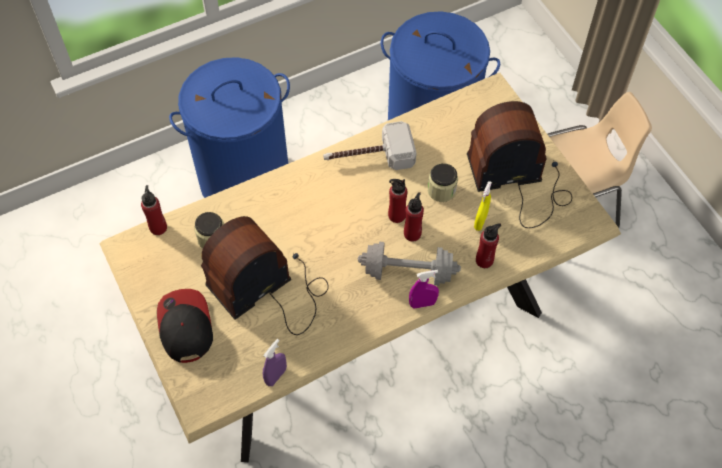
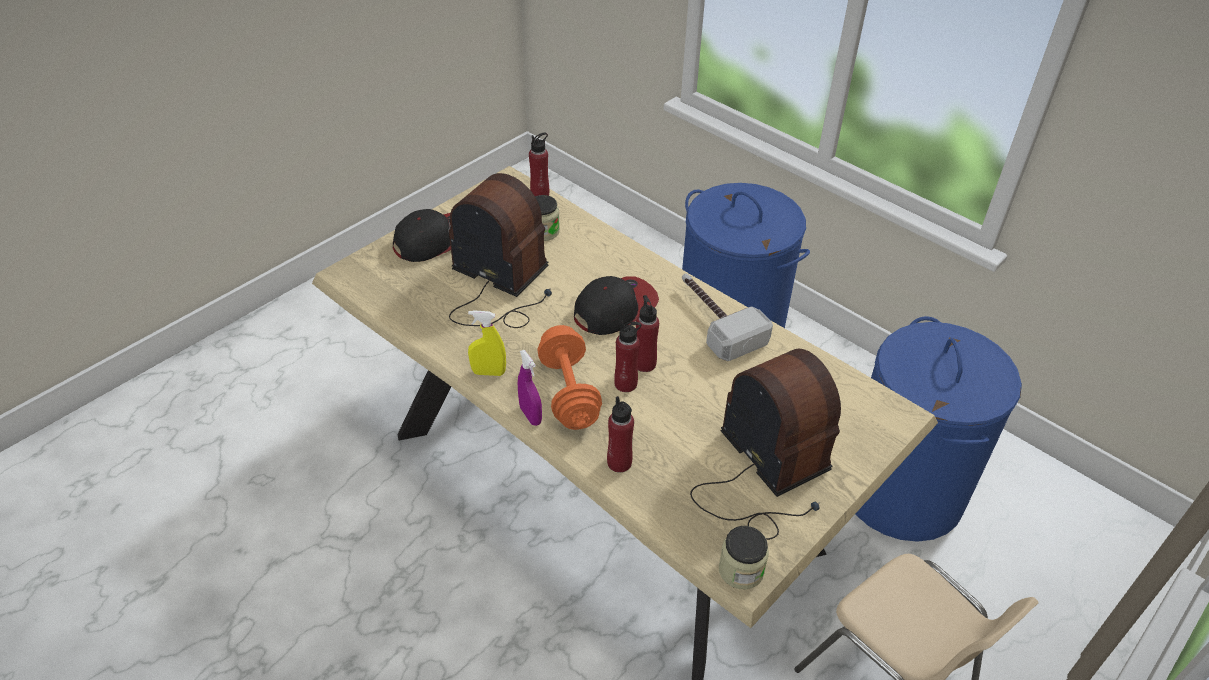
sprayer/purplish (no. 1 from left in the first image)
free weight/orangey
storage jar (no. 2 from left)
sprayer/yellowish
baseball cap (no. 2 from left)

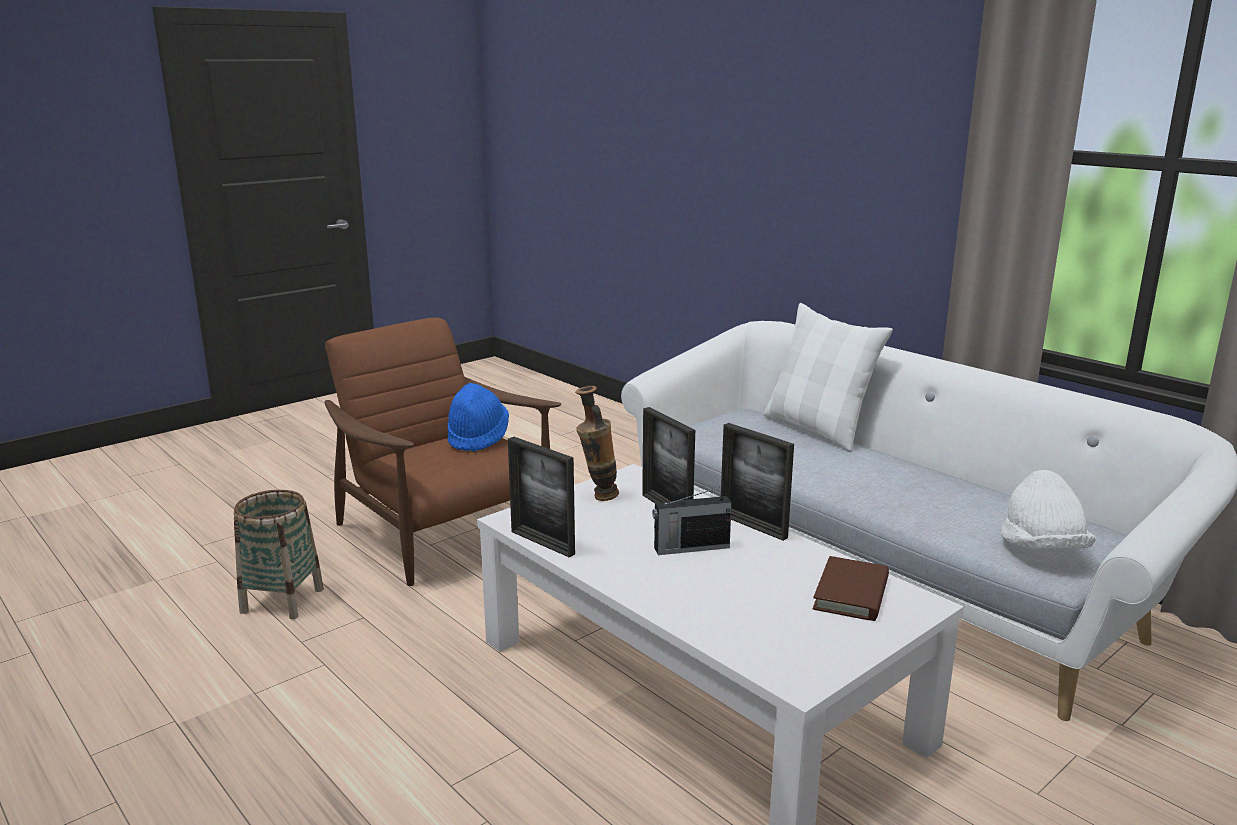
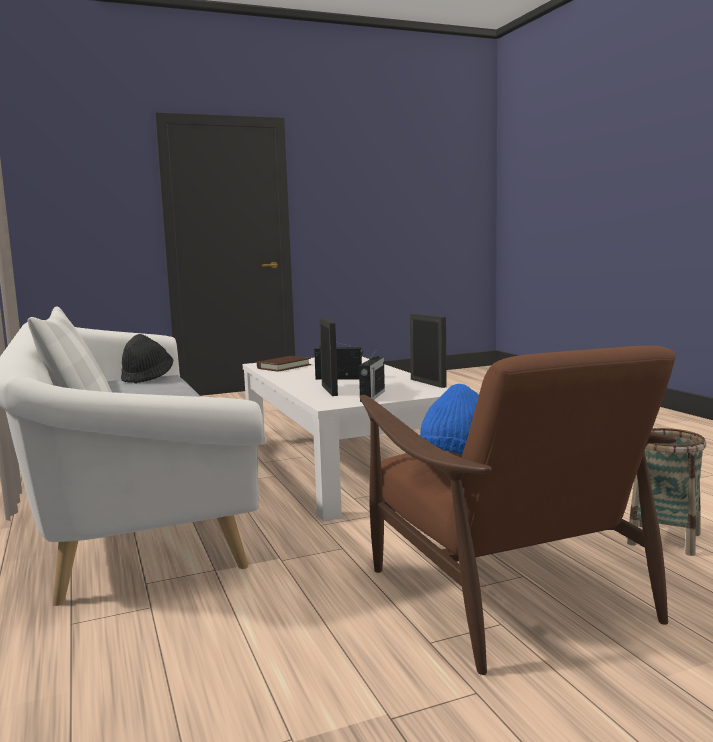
radio receiver (no. 2 from left)
photo frame (no. 3 from left in the first image)
hat/black-coloured

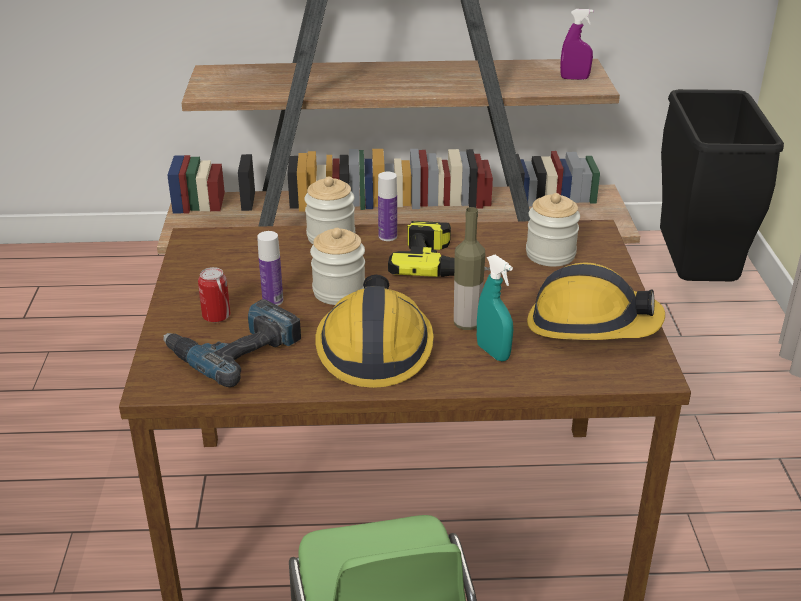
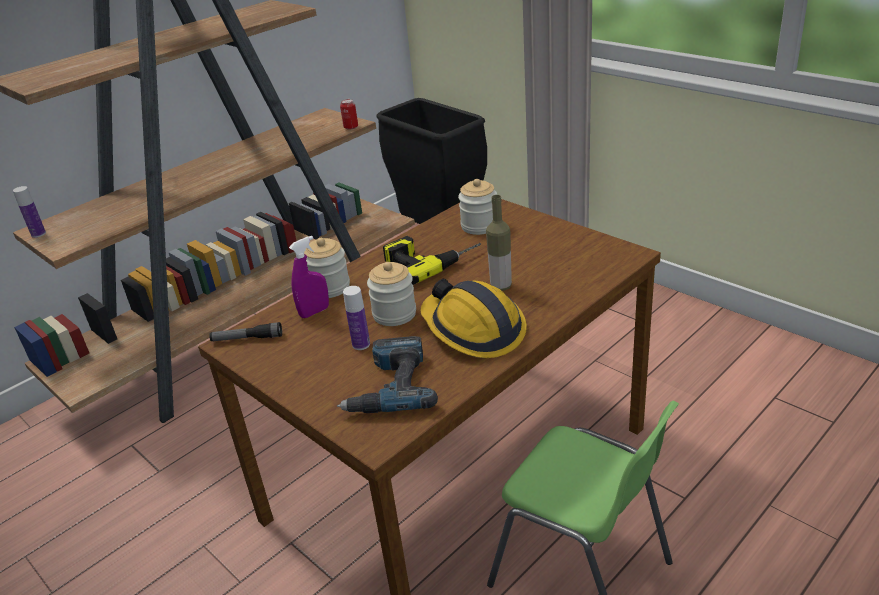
can
bottle (no. 1 from left)
sprayer/turquoise
safety helmet (no. 2 from left in the first image)
sprayer/purplish
torch

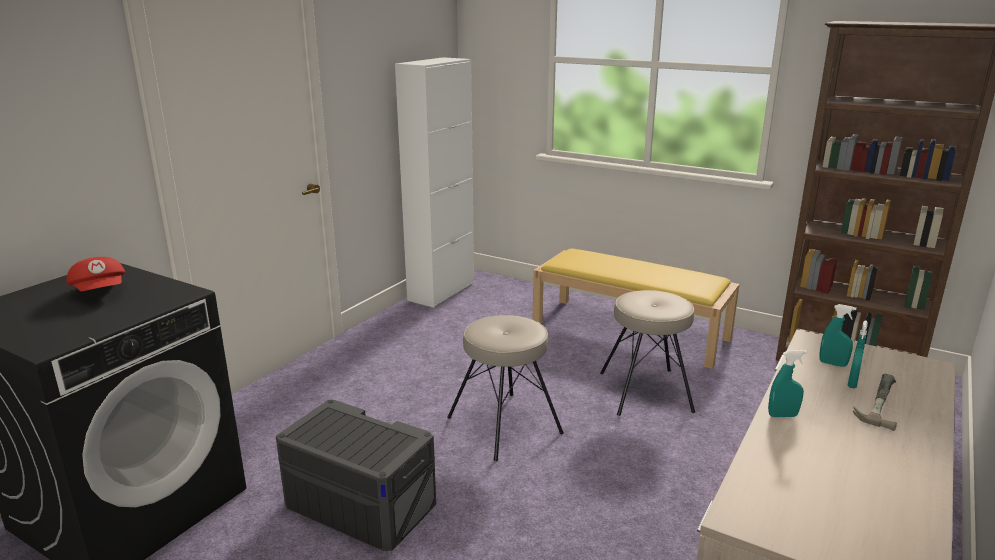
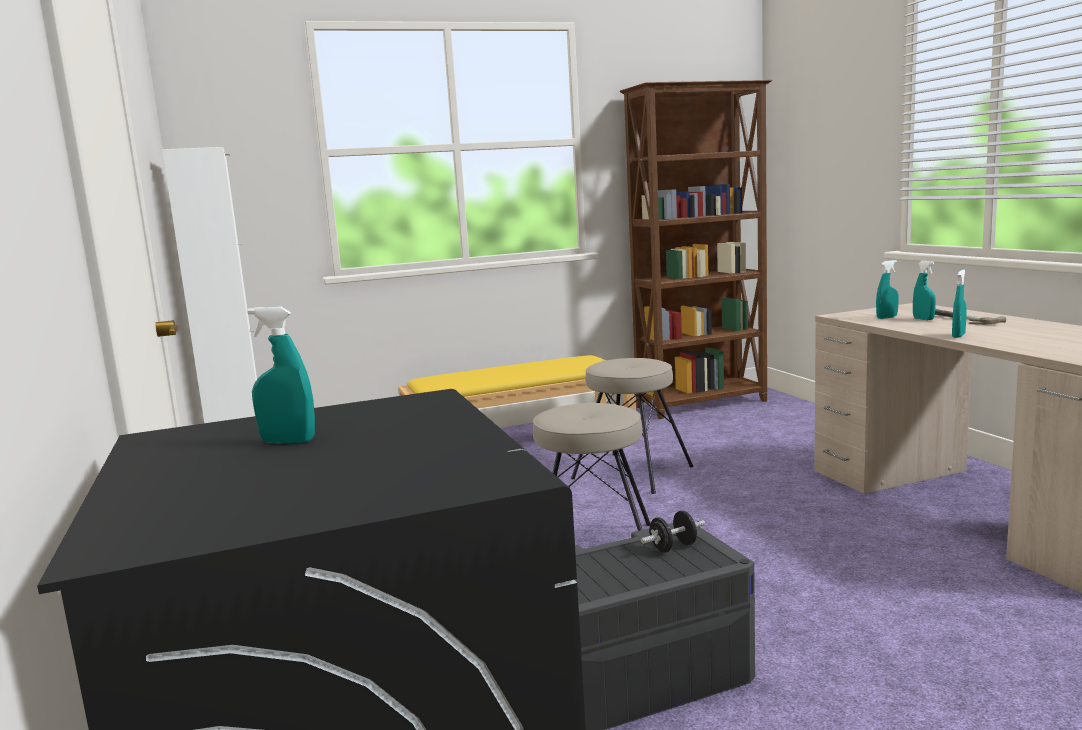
sprayer/turquoise (no. 1 from left)
free weight/black-coloured

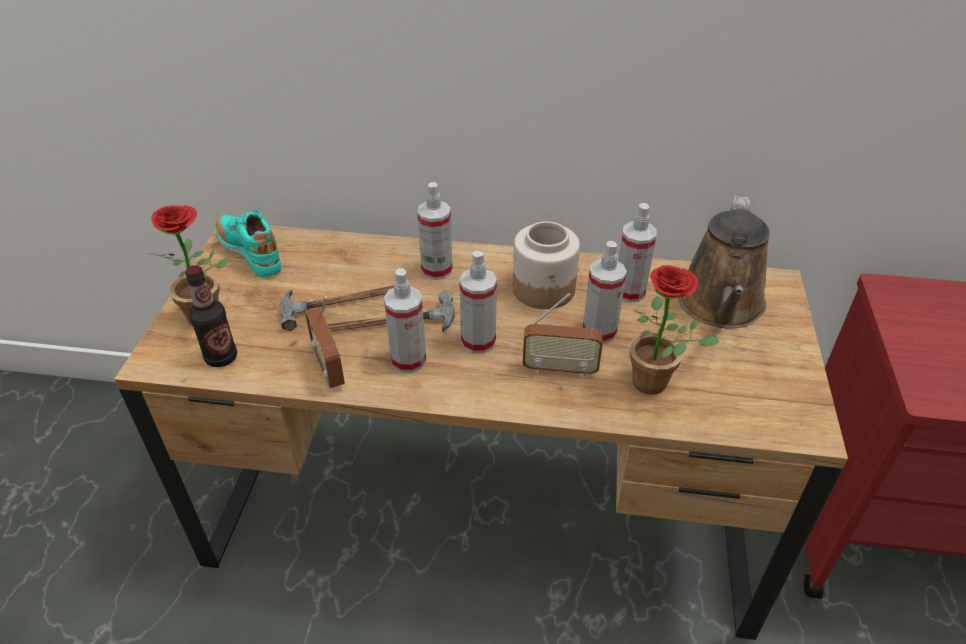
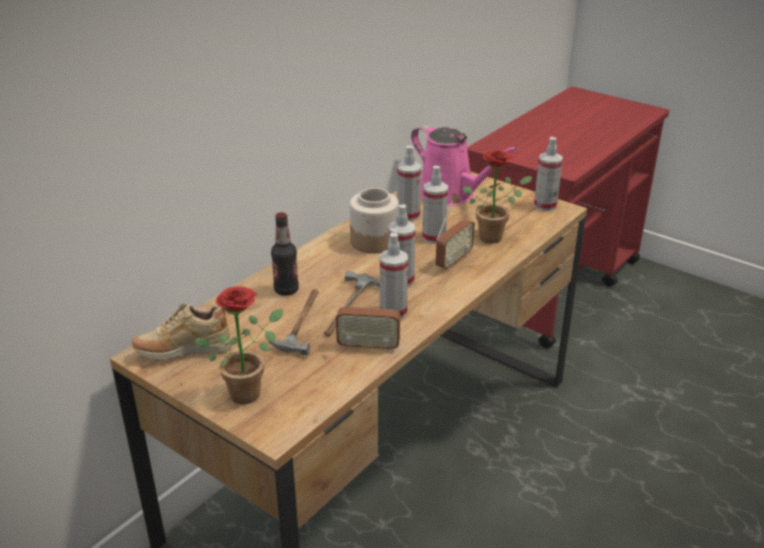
bottle
low shoe/beige
sprayer (no. 5 from left)
watering can/pink

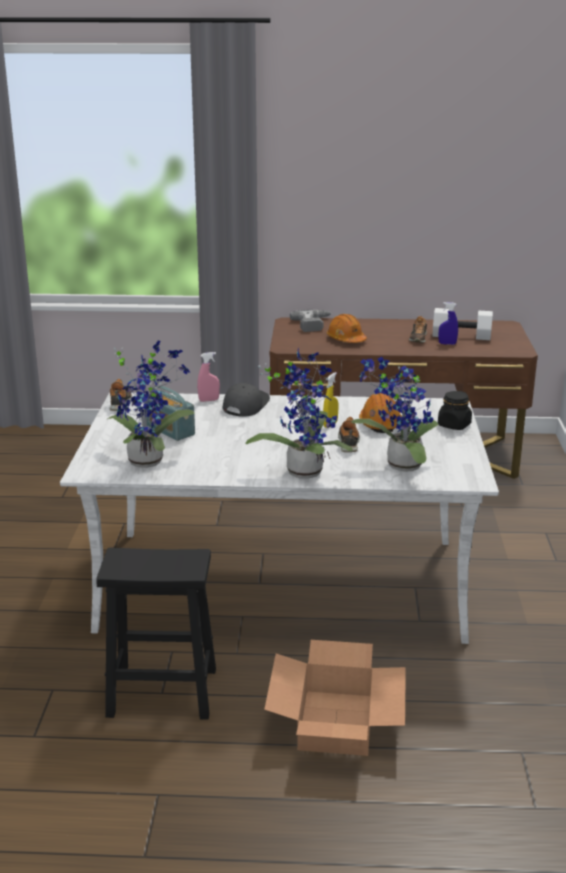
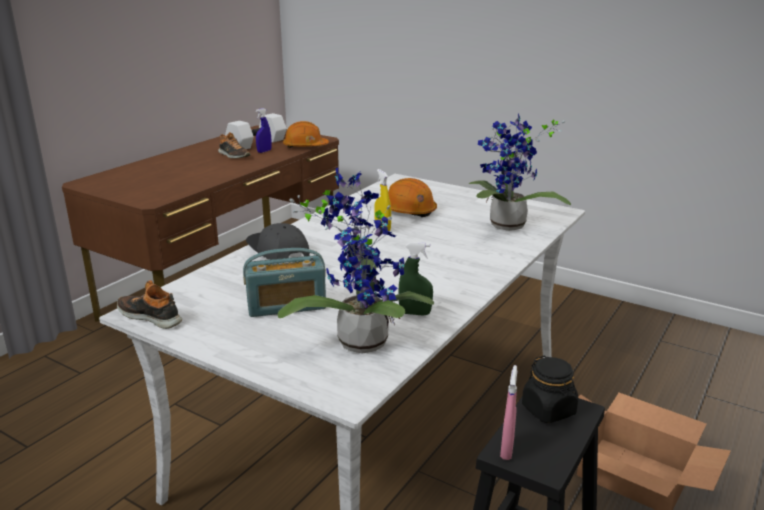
sprayer/pink
potted plant (no. 2 from left in the first image)
electric drill
safety helmet/orangey (no. 1 from left)
low shoe (no. 2 from left in the first image)
storage jar/black-coloured
sprayer/green

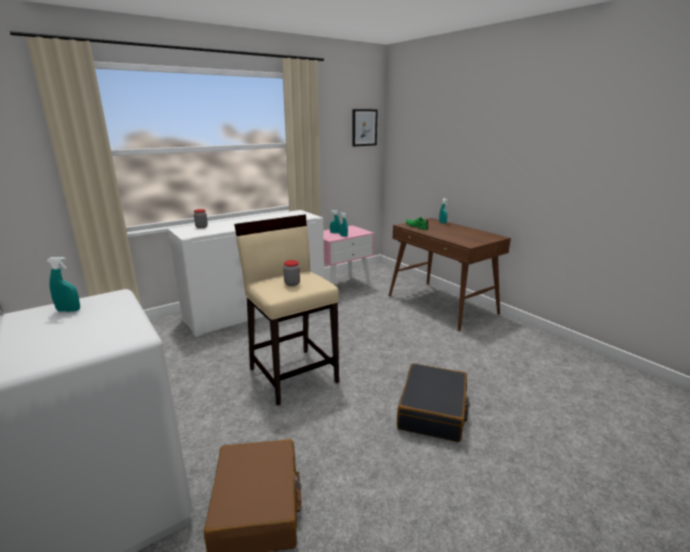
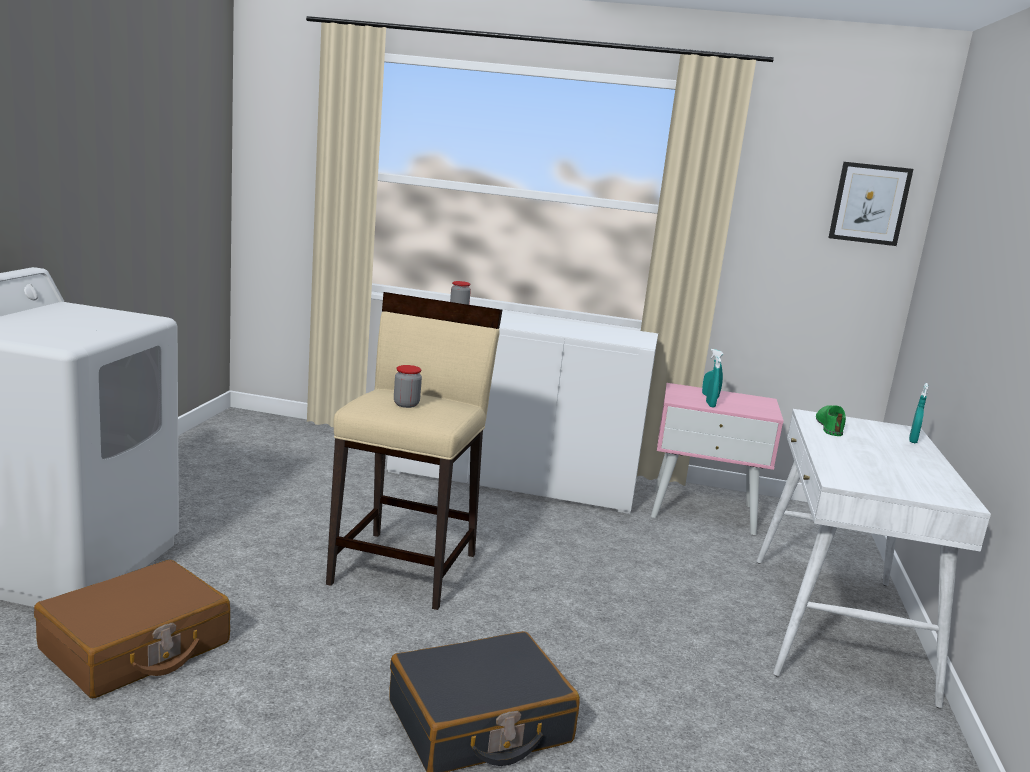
sprayer/turquoise (no. 1 from left in the first image)
desk/whitish

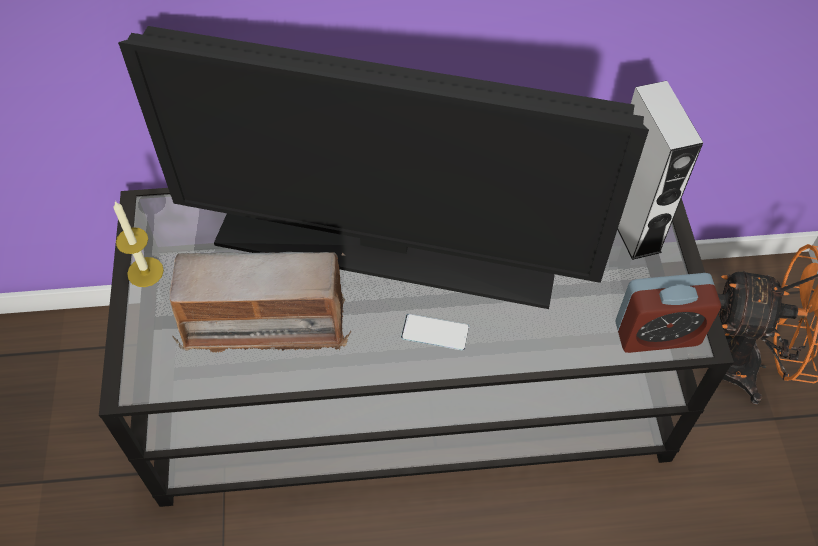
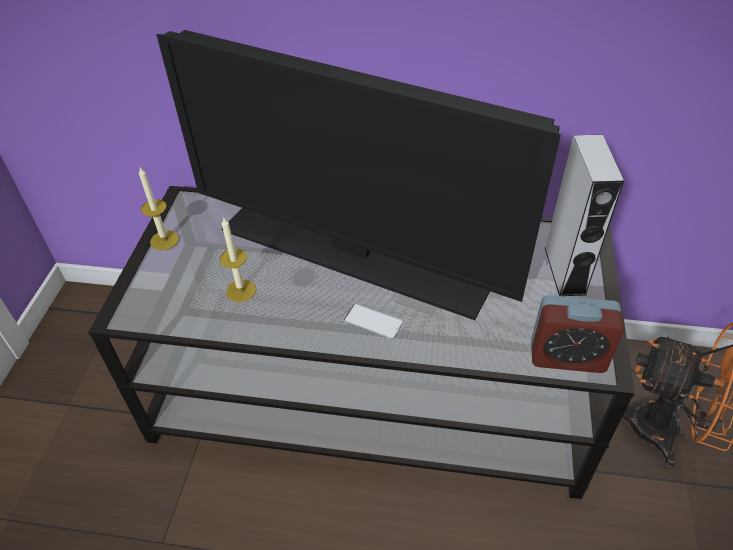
wax candle (no. 2 from left)

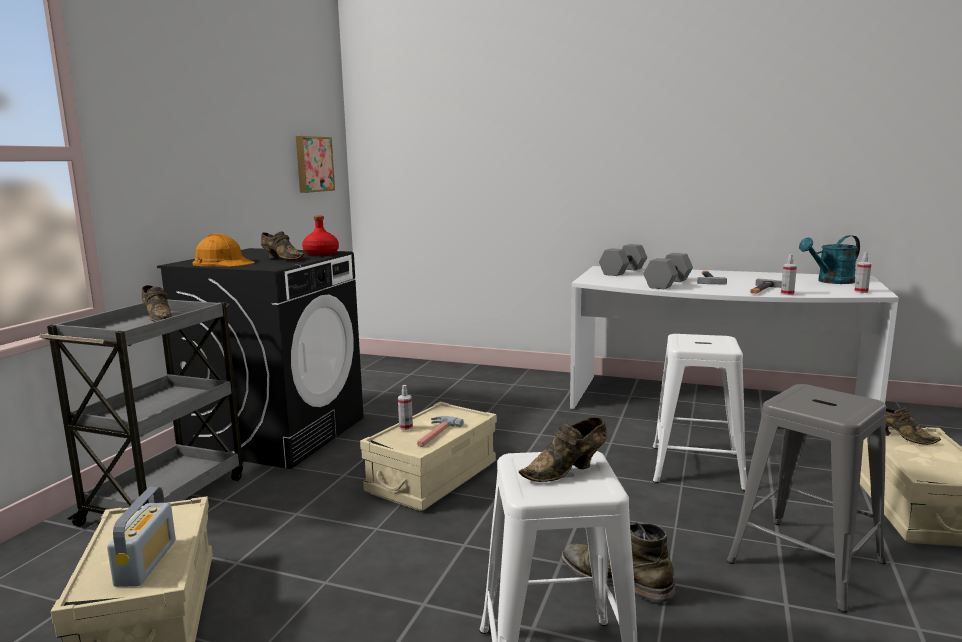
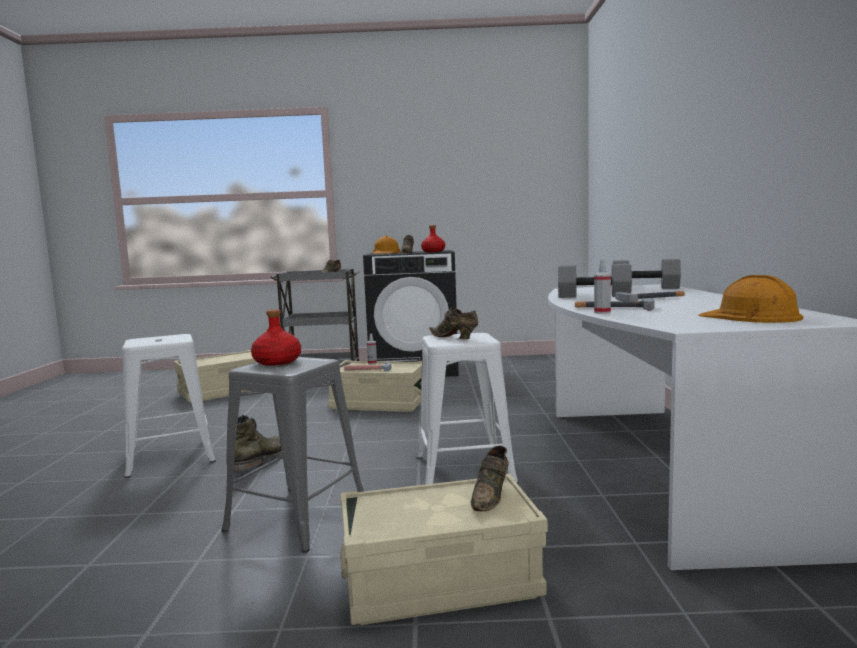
radio receiver
wall picture
low shoe/brown-coloured (no. 3 from left)
safety helmet/orangey (no. 2 from left)
sprayer (no. 3 from left in the first image)
bottle/reddish (no. 1 from left)

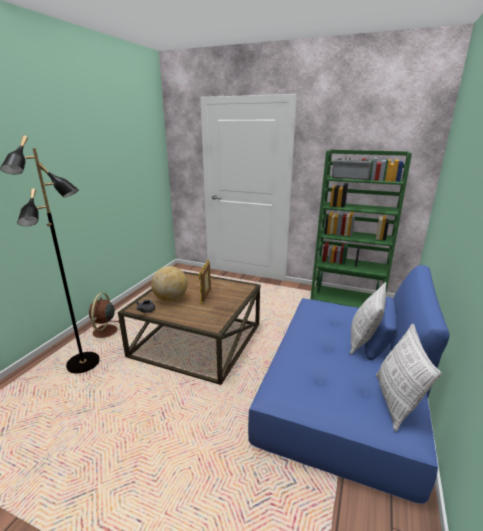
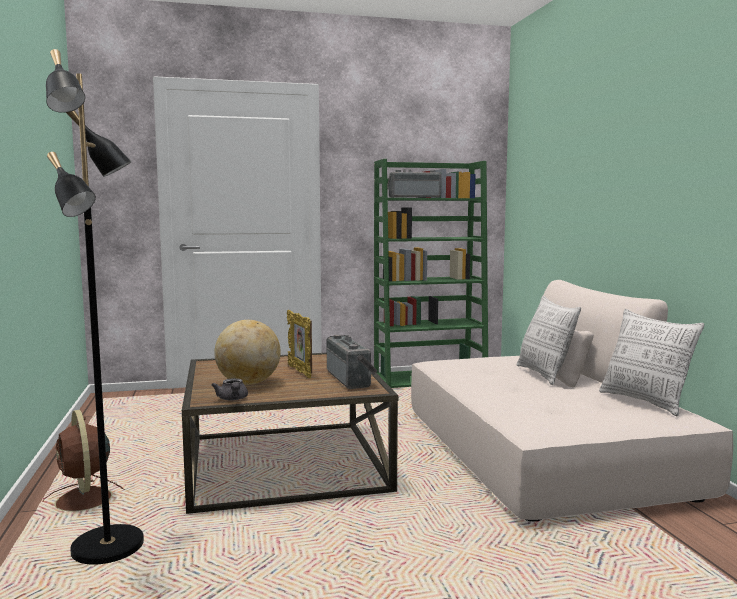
sofa/beige
radio receiver (no. 1 from left)

